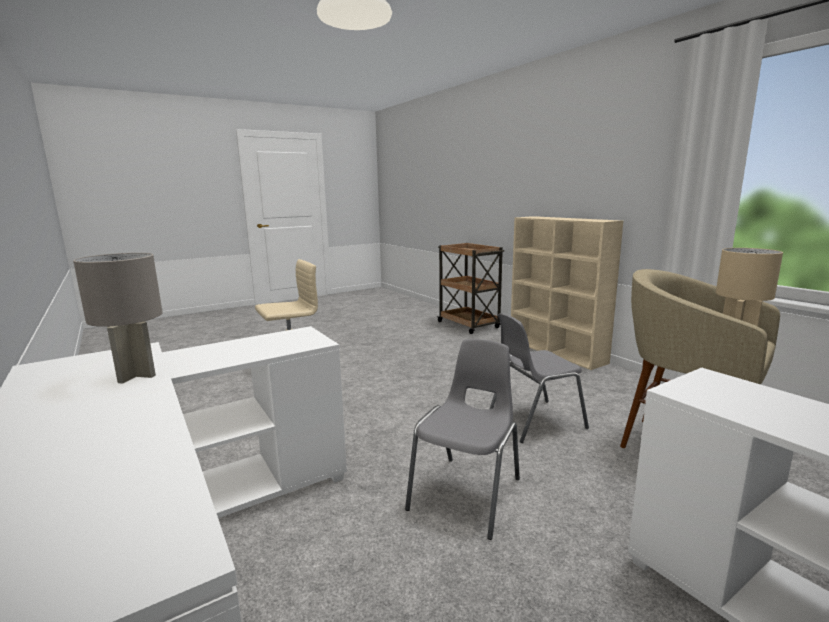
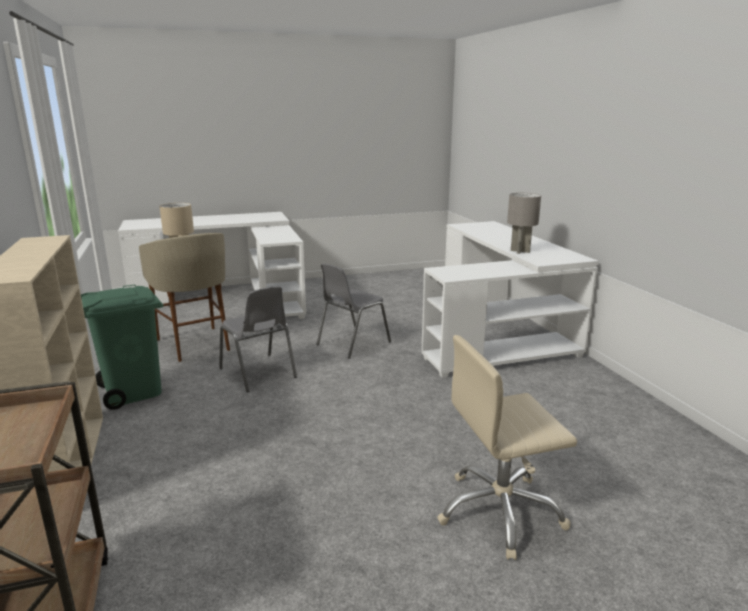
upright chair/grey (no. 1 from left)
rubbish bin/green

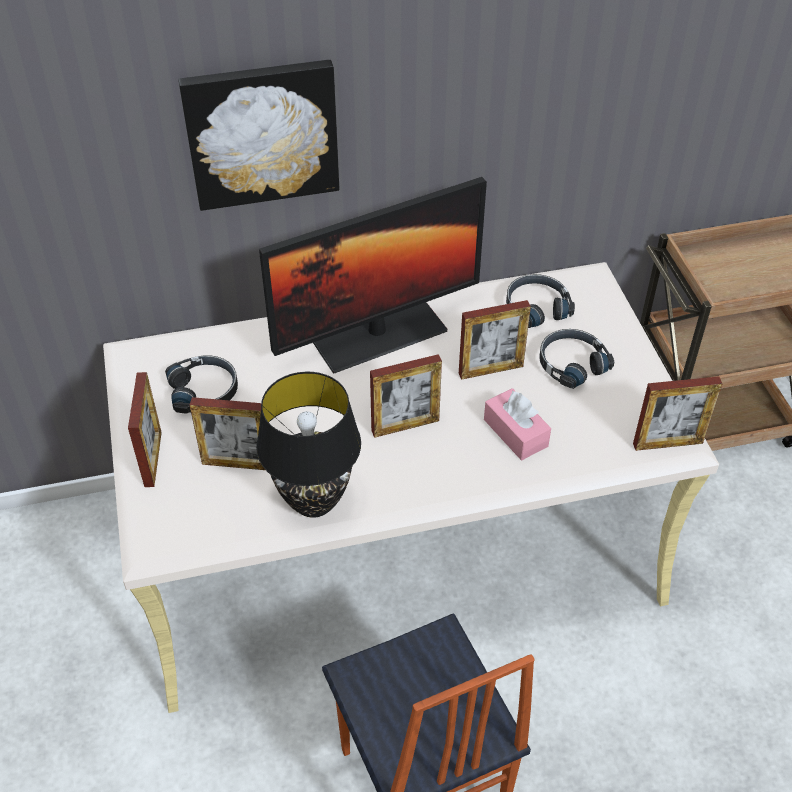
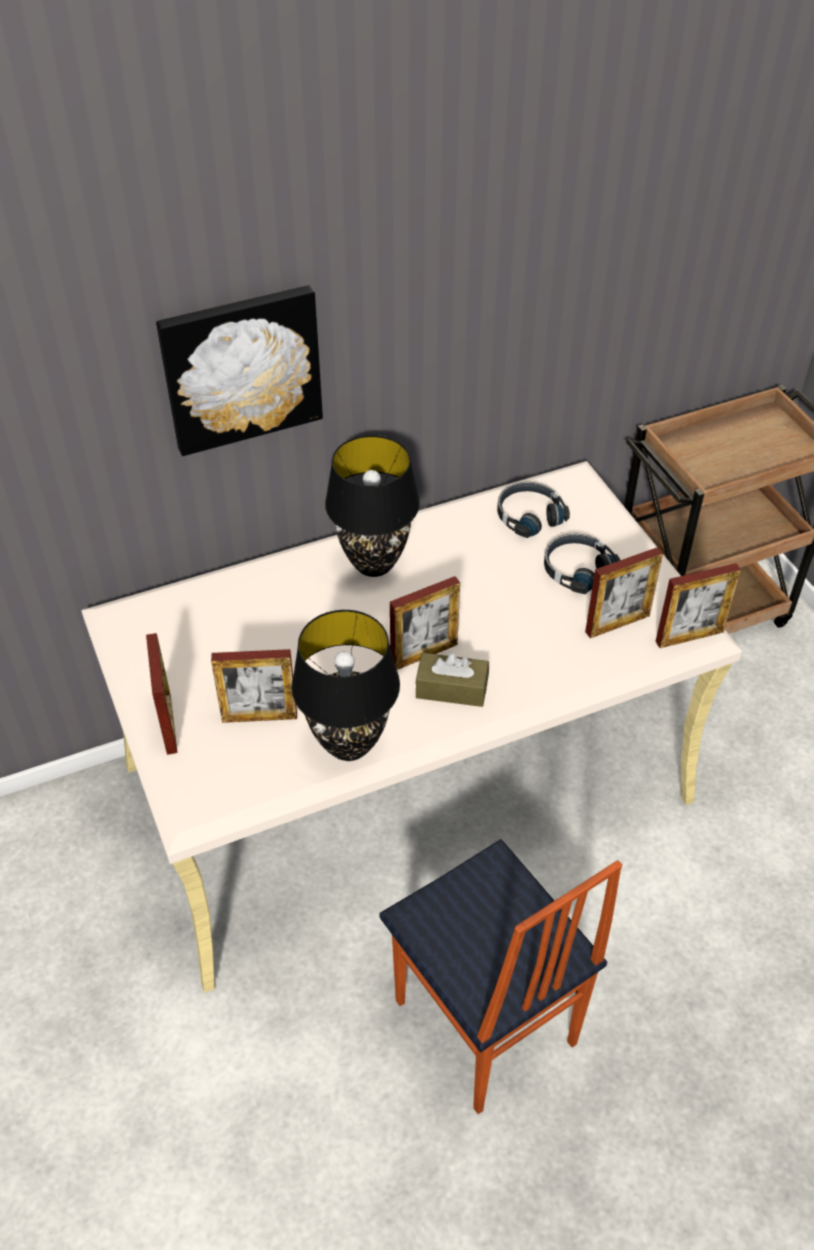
headphones/black-coloured (no. 1 from left in the first image)
lamp for a table/black-coloured (no. 2 from left)
photo frame (no. 4 from left)
tissue holder/pink
tissue holder/brown-coloured

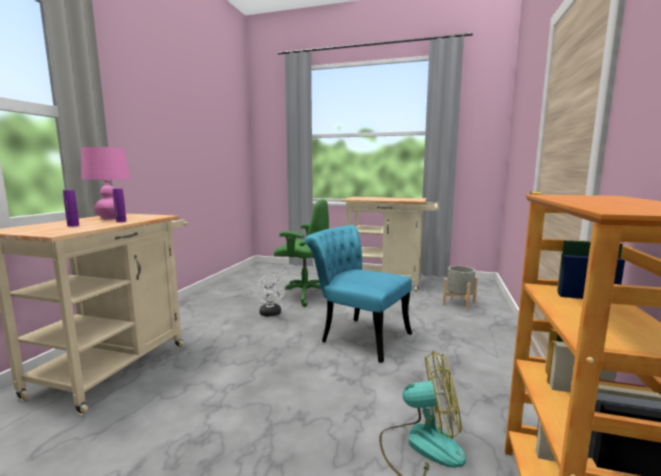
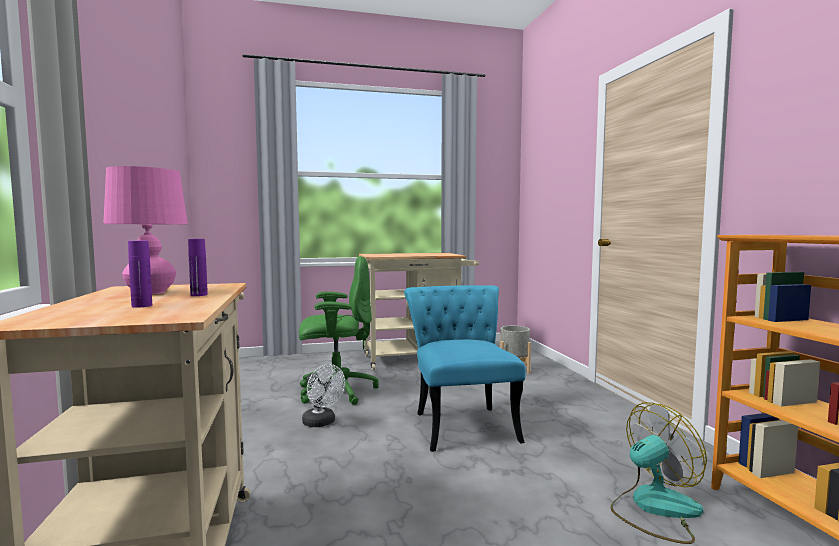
upright chair/turquoise

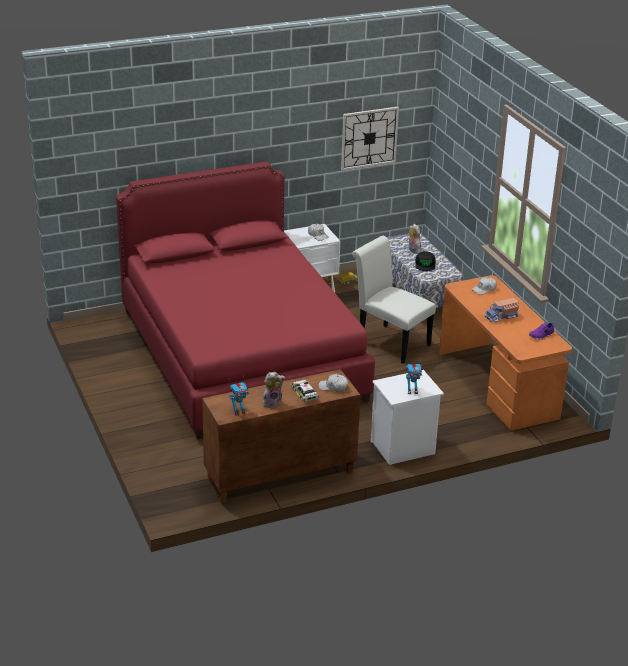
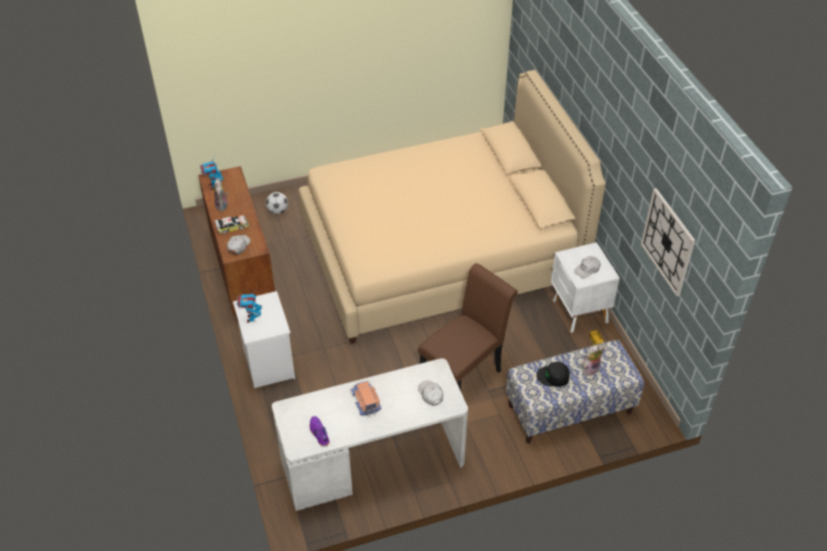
bed/beige
upright chair/brown-coloured
desk/whitish
football ball

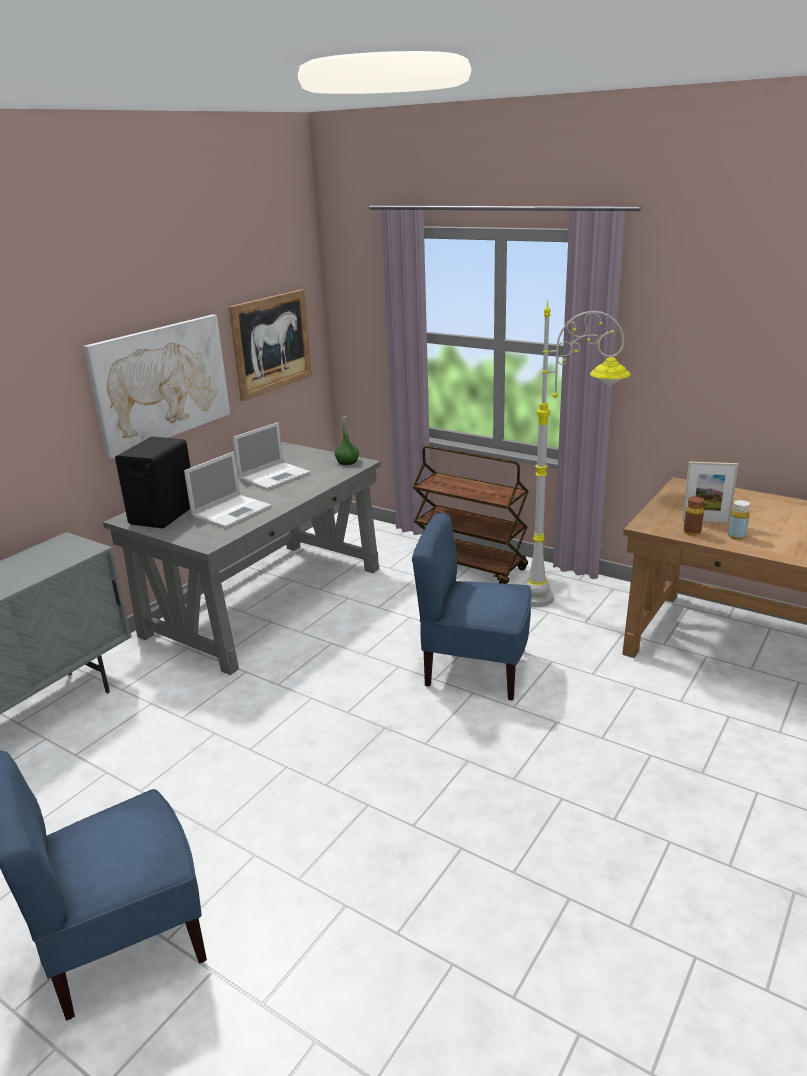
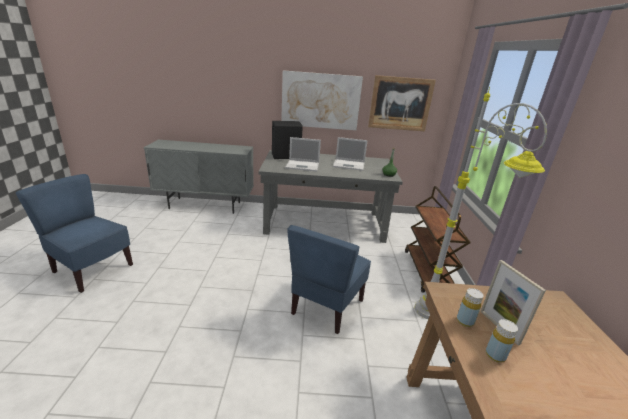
upright chair/bluish (no. 2 from left)
bottle/yellowish (no. 1 from left)

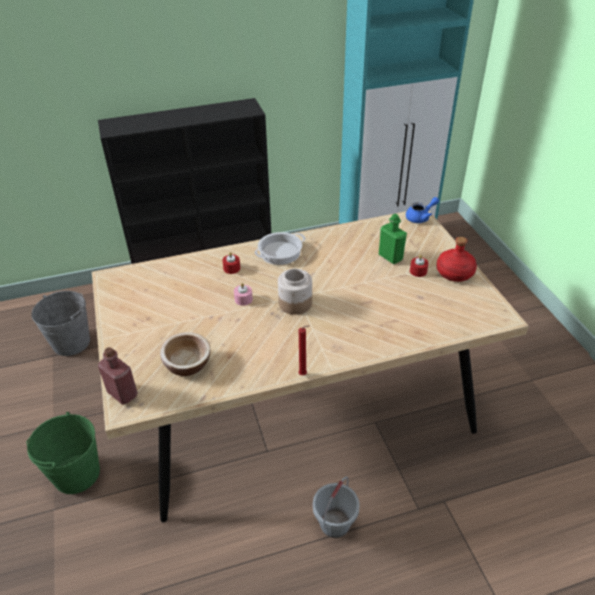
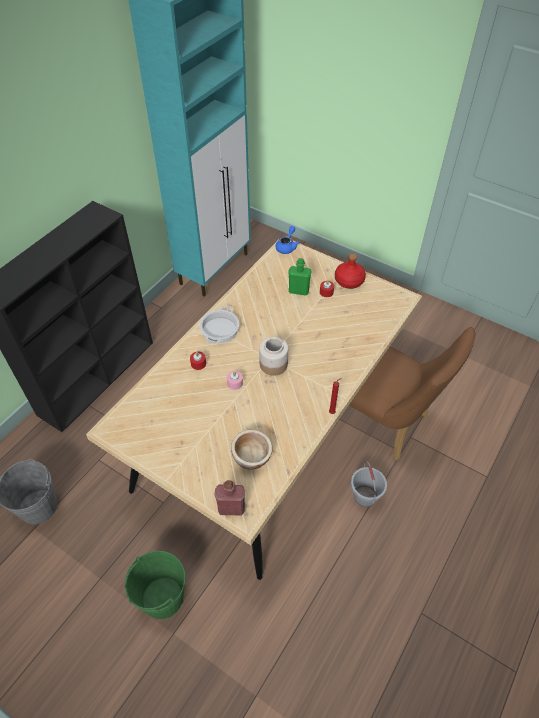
upright chair/brown-coloured

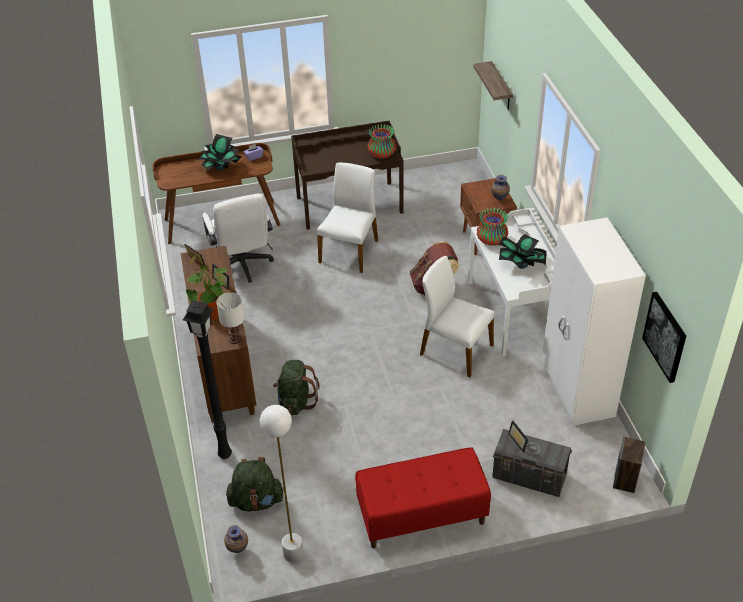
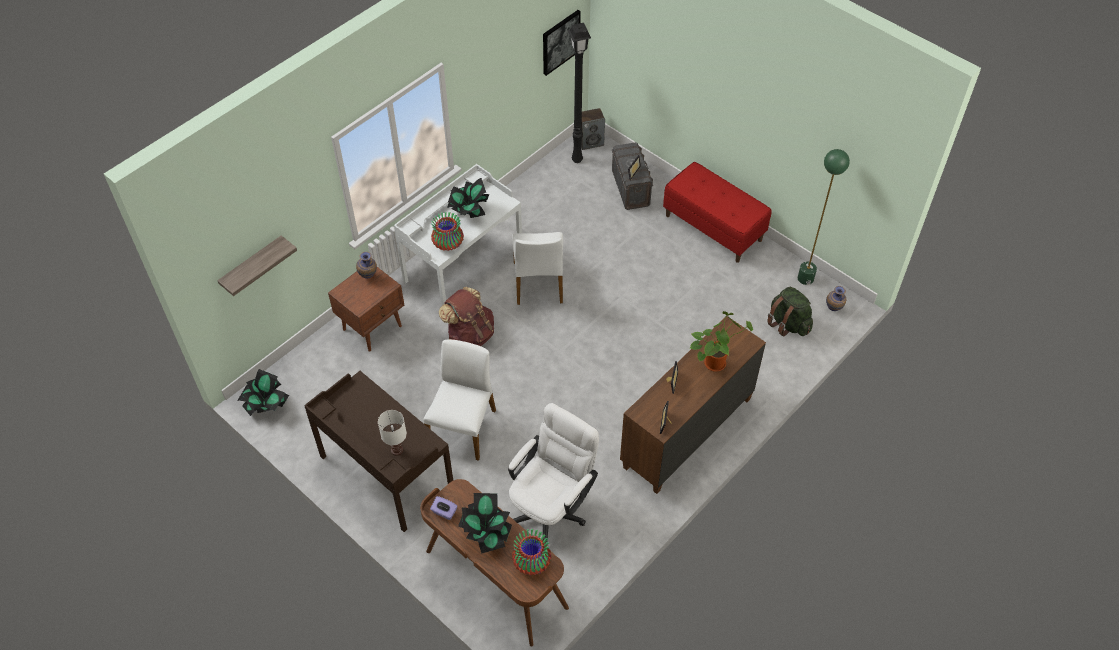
standing lamp/black-coloured
lamp for a table/whitish
standing lamp/green
backpack/green (no. 2 from left in the first image)
upright chair/whitish (no. 1 from left)
decorative vase (no. 3 from left)
wardrobe/whitish
potted plant (no. 1 from left)

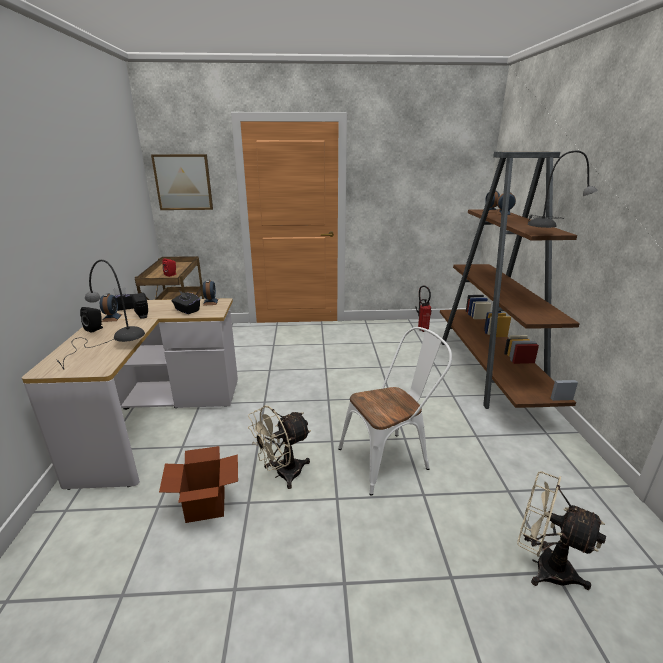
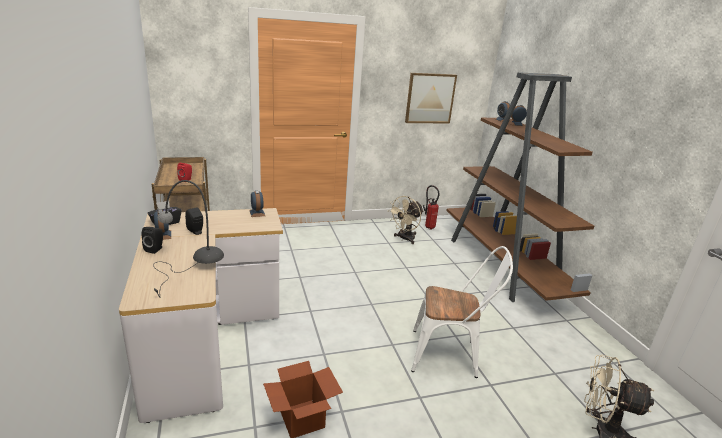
wall picture
tissue holder/black-coloured (no. 2 from left in the first image)
electric fan/beige (no. 1 from left)
upright chair/whitish
lamp for a table/grey (no. 2 from left in the first image)

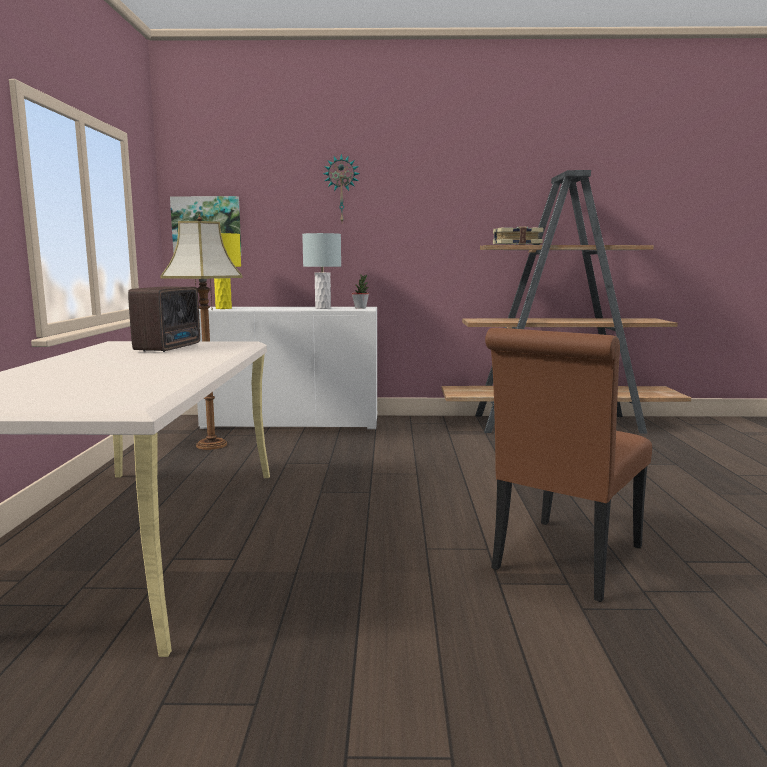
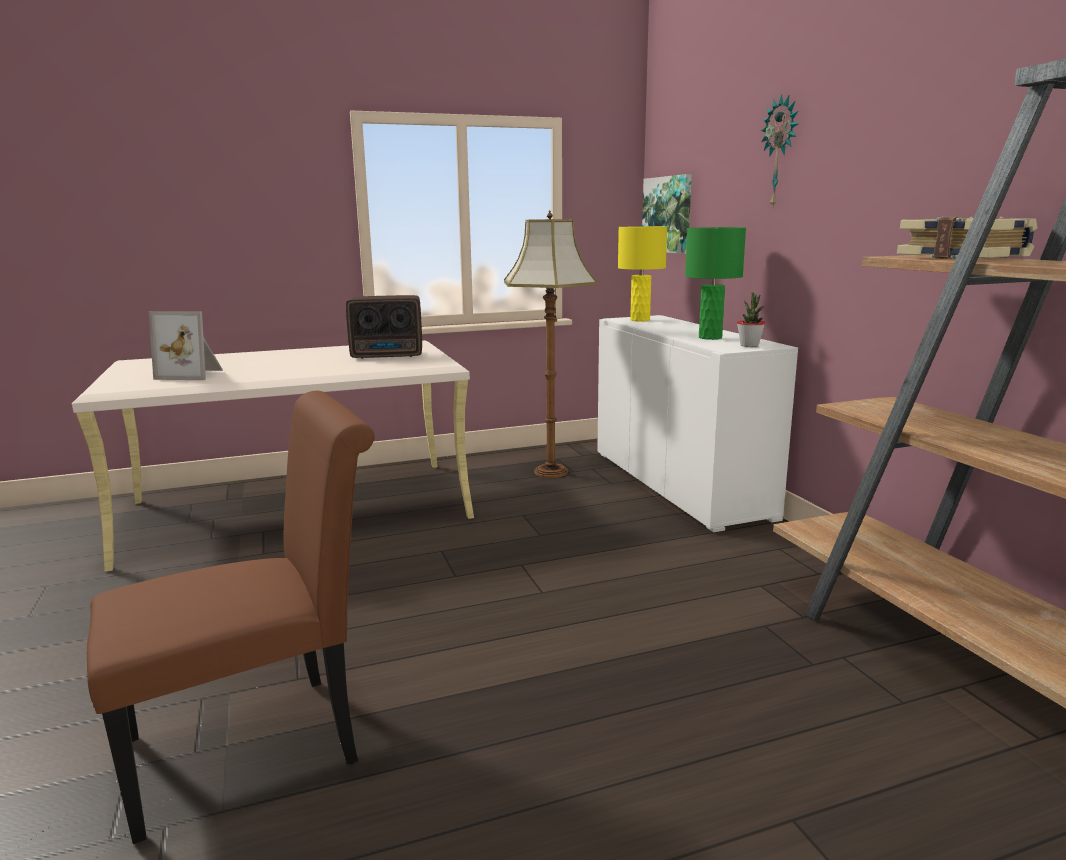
lamp for a table/green
upright chair/brown-coloured
photo frame

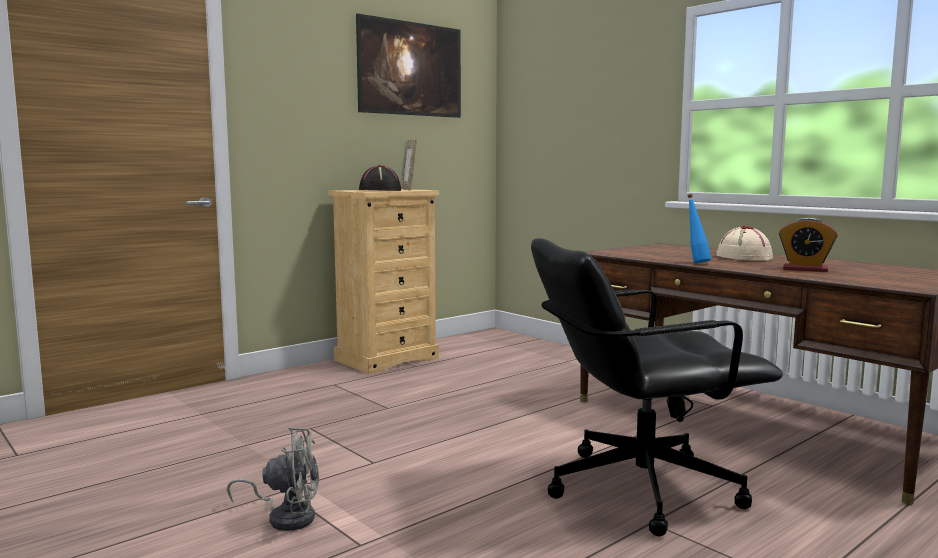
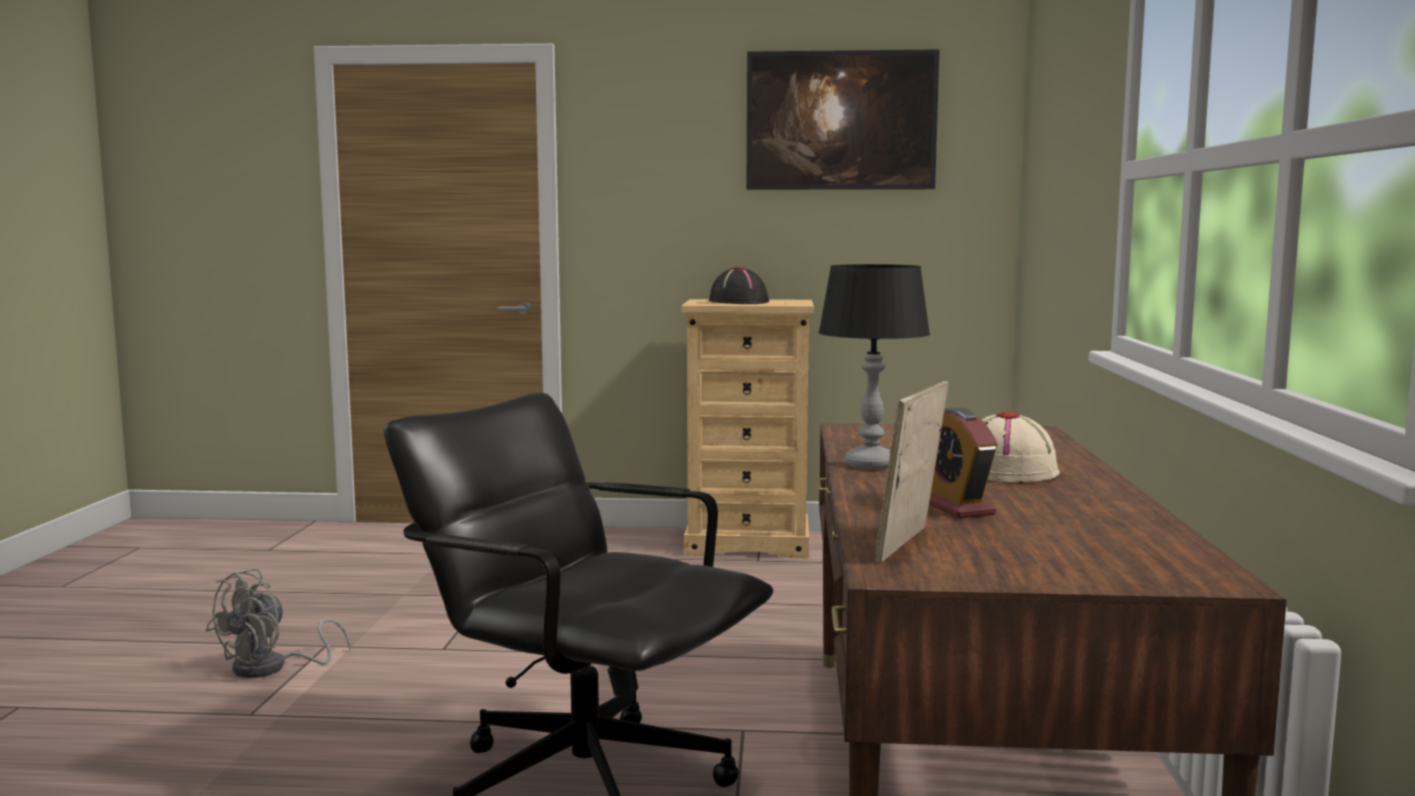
electric fan/grey
photo frame
lamp for a table/black-coloured

